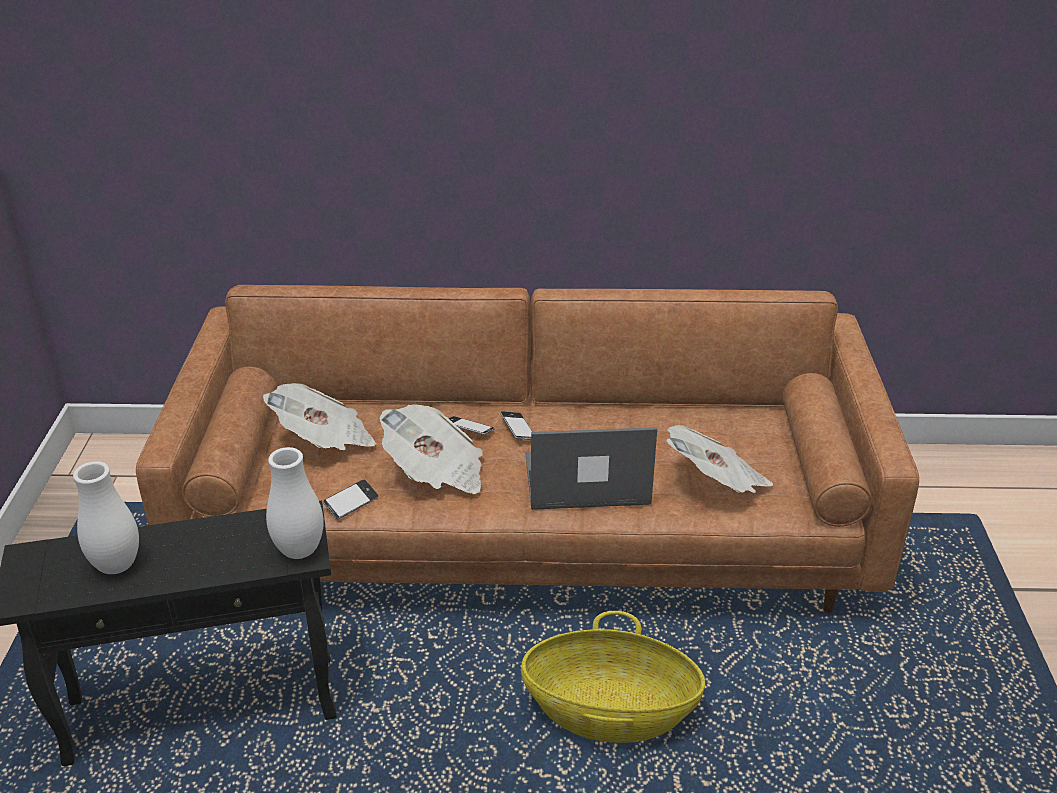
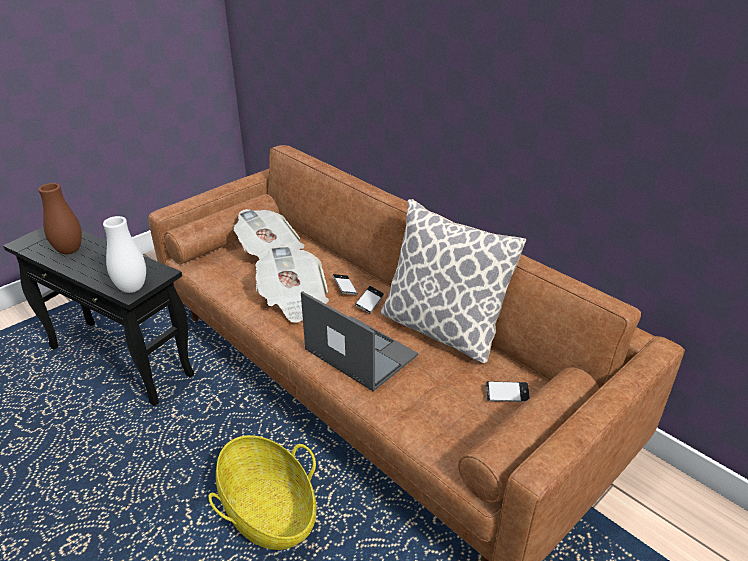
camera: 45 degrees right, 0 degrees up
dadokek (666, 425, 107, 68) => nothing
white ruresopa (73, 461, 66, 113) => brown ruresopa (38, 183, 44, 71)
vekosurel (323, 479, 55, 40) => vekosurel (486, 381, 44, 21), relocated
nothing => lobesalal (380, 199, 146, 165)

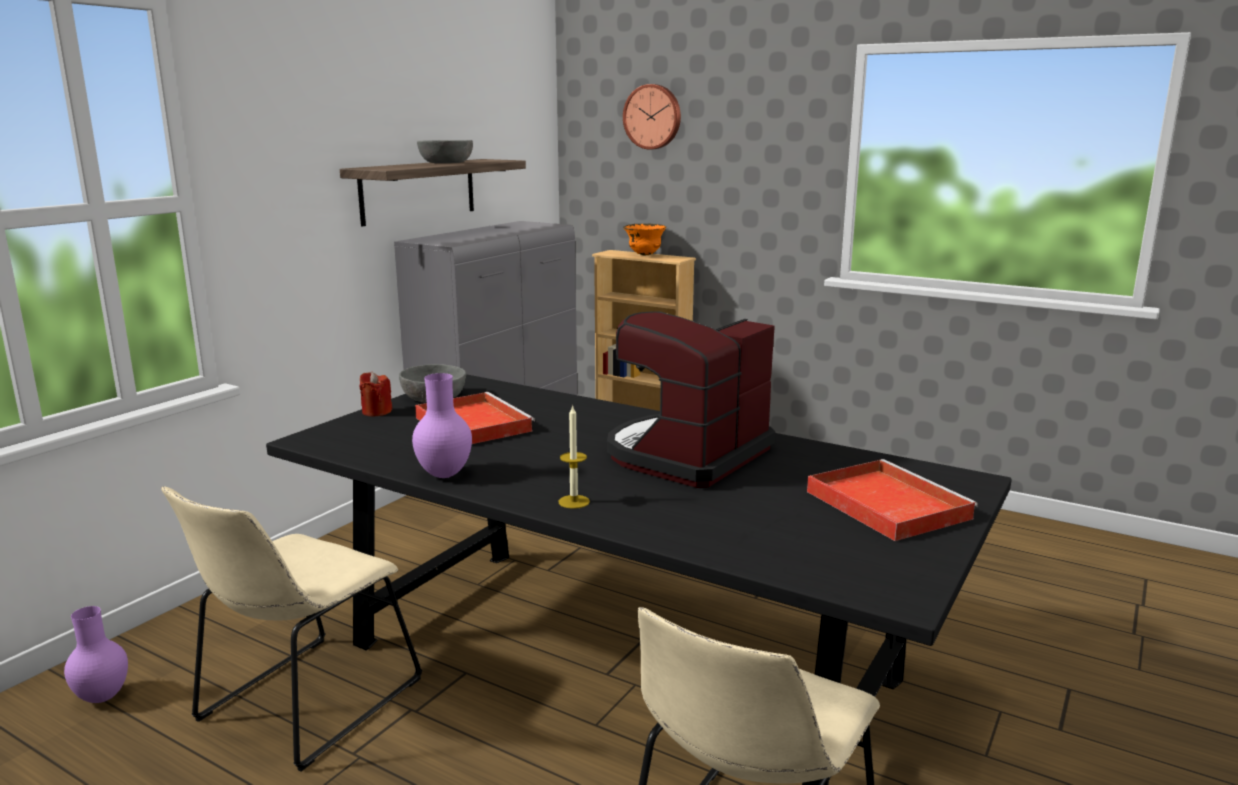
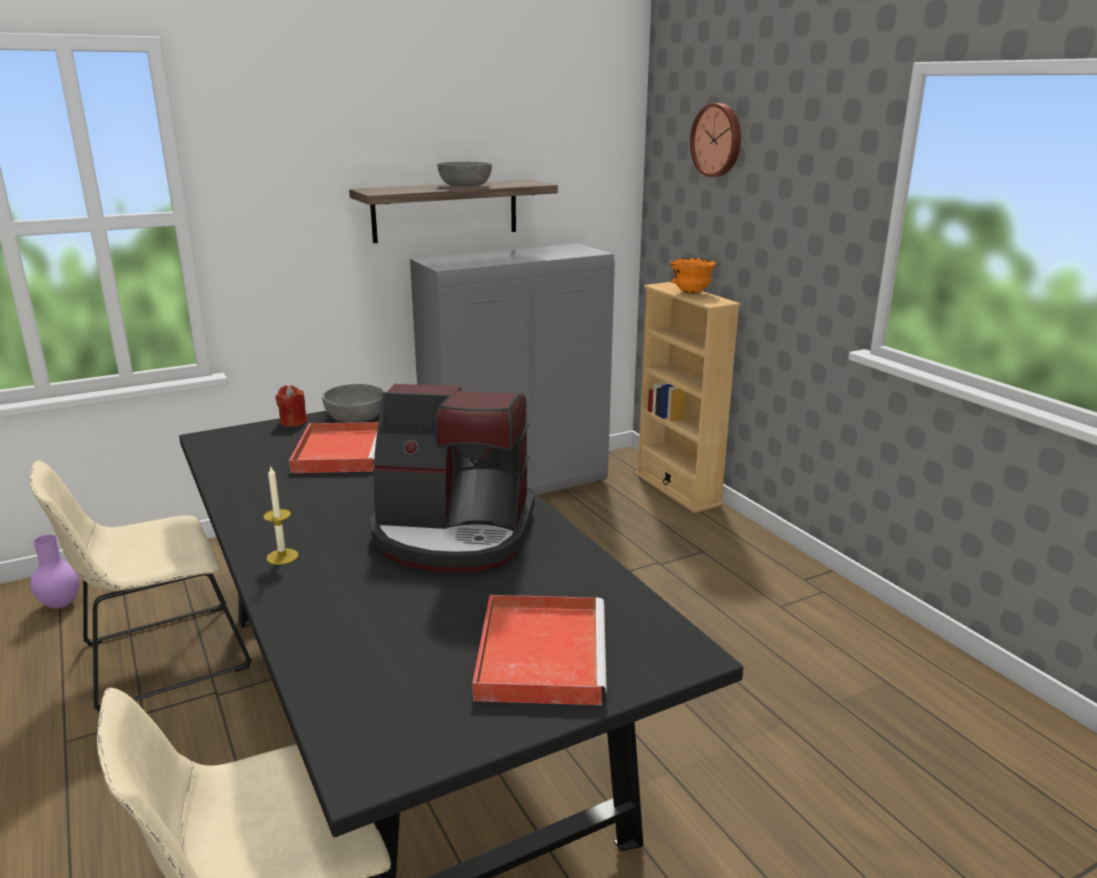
camera: 30 degrees right, 5 degrees up
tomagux (607, 311, 169, 177) => tomagux (370, 384, 164, 189), 150 degrees counterclockwise
purple ruresopa (412, 373, 60, 105) => nothing

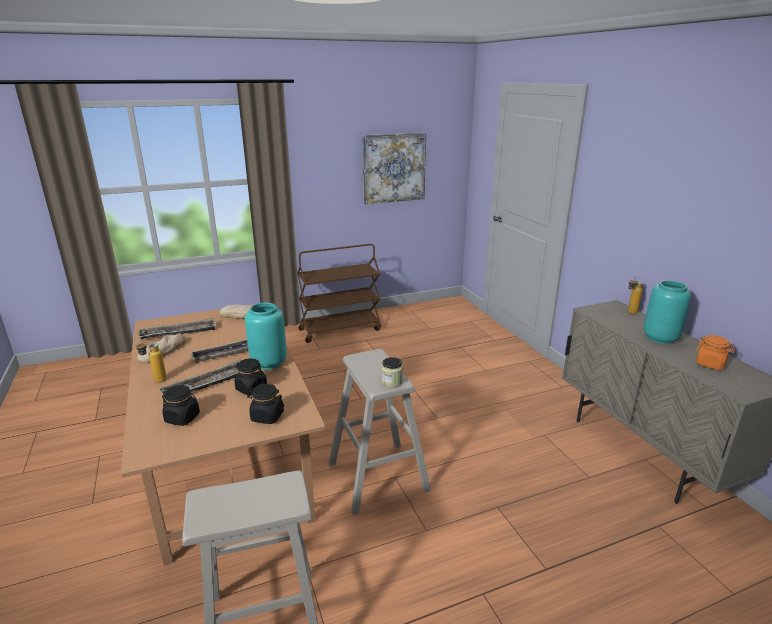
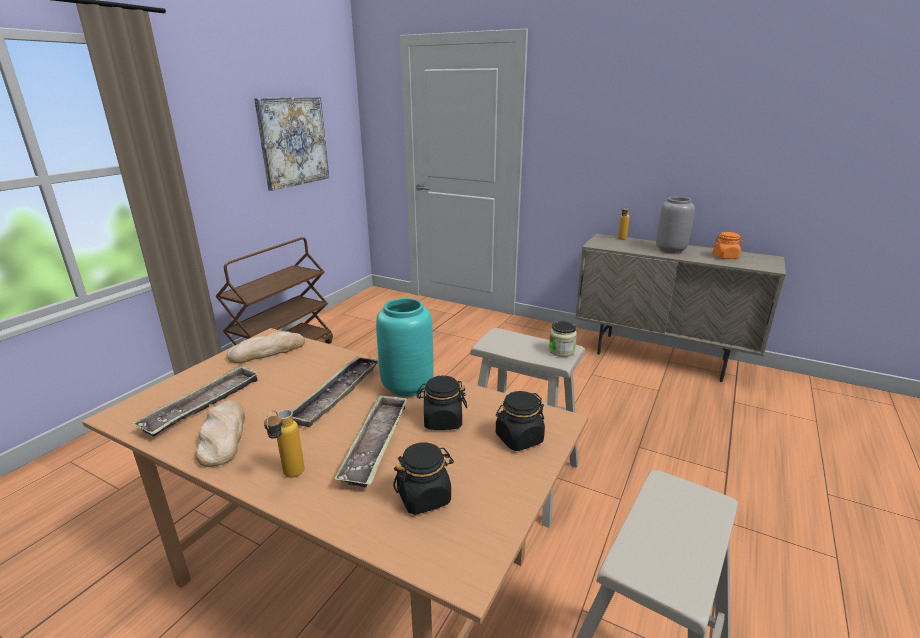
camera: 40 degrees left, 0 degrees up
turquoise ruresopa (644, 280, 47, 64) => grey ruresopa (656, 197, 39, 56)

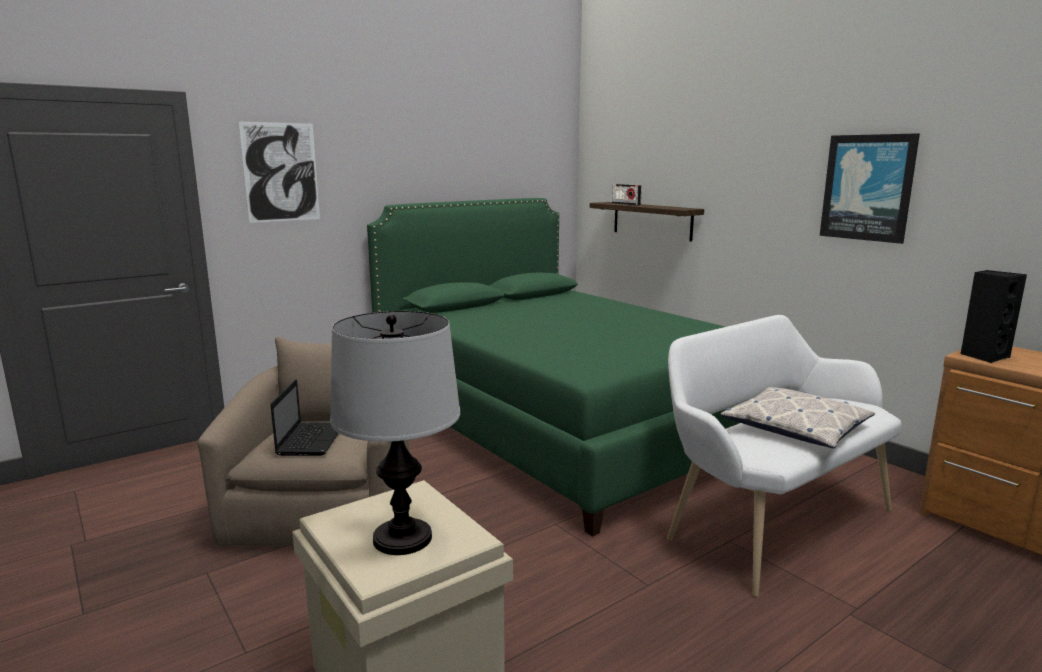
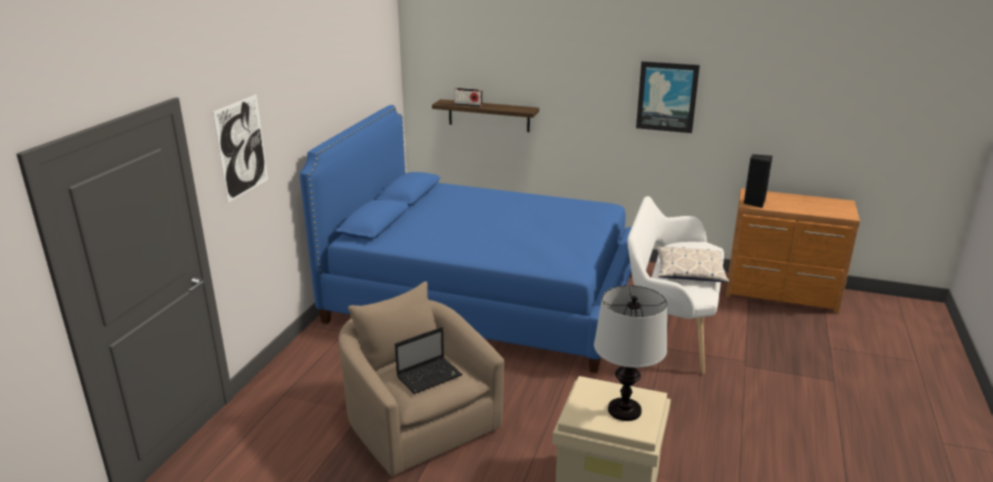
camera: 35 degrees left, 10 degrees up
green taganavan (367, 198, 373, 339) => blue taganavan (300, 105, 332, 268)
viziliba (270, 379, 69, 77) => viziliba (395, 327, 68, 67), 90 degrees clockwise

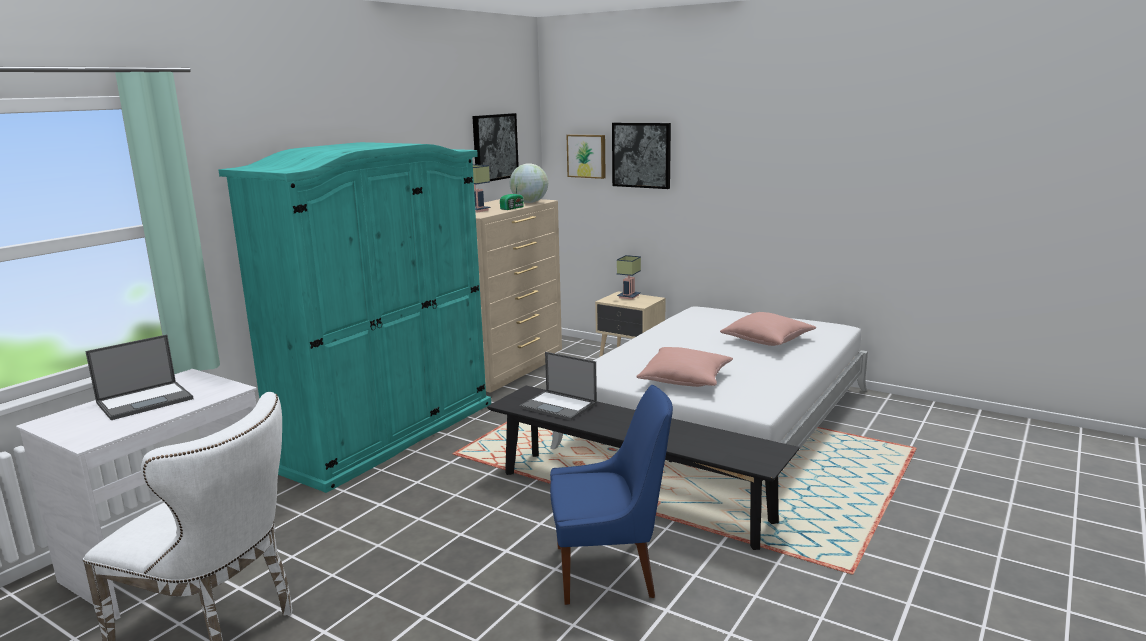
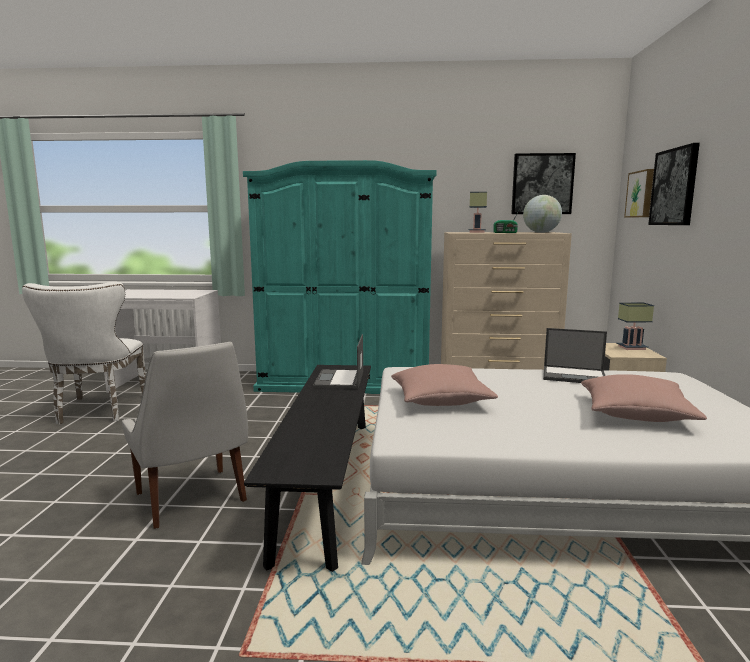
camera: 60 degrees right, 5 degrees down
viziliba (85, 335, 109, 85) => viziliba (543, 328, 64, 55), relocated
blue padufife (550, 385, 123, 220) => white padufife (122, 342, 126, 187)

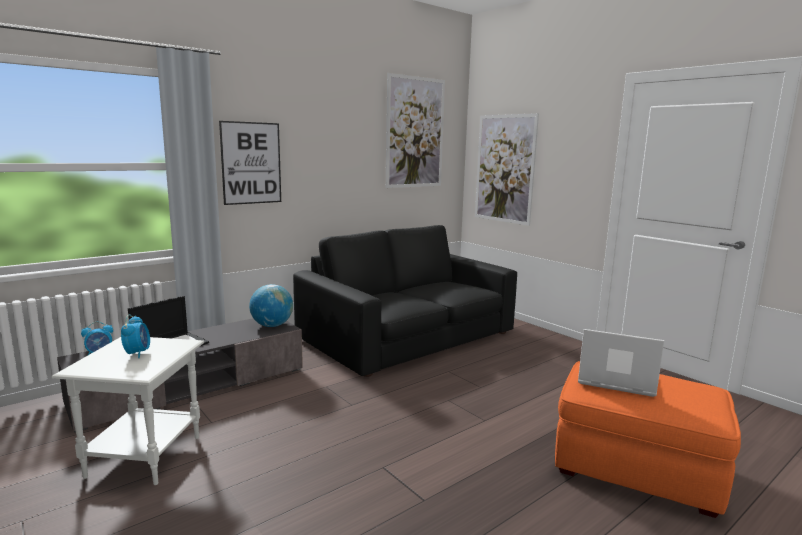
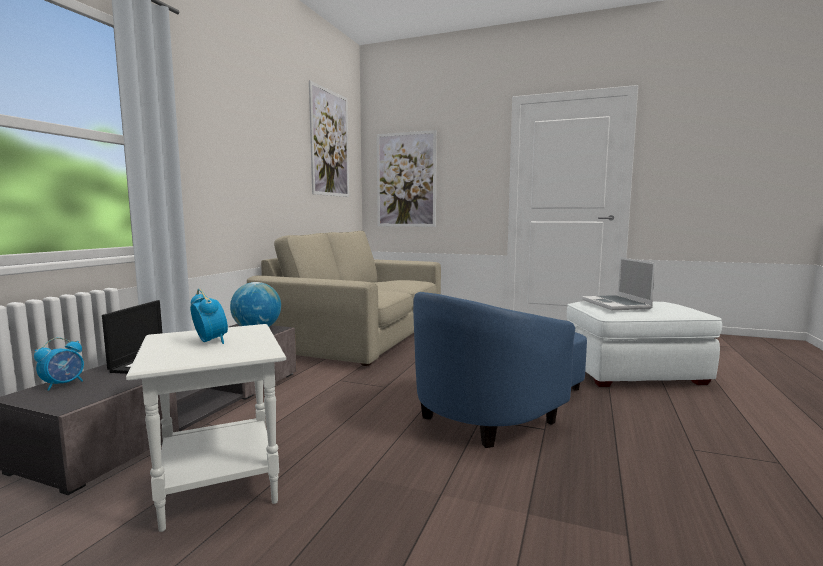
camera: 30 degrees left, 5 degrees down
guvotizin (219, 121, 62, 84) => nothing
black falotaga (293, 225, 224, 152) => beige falotaga (247, 231, 194, 135)
viziliba (578, 329, 87, 68) => viziliba (582, 257, 74, 53), 90 degrees counterclockwise
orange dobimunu (555, 361, 186, 157) => white dobimunu (567, 301, 155, 86)
nothing => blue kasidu (413, 292, 174, 156)

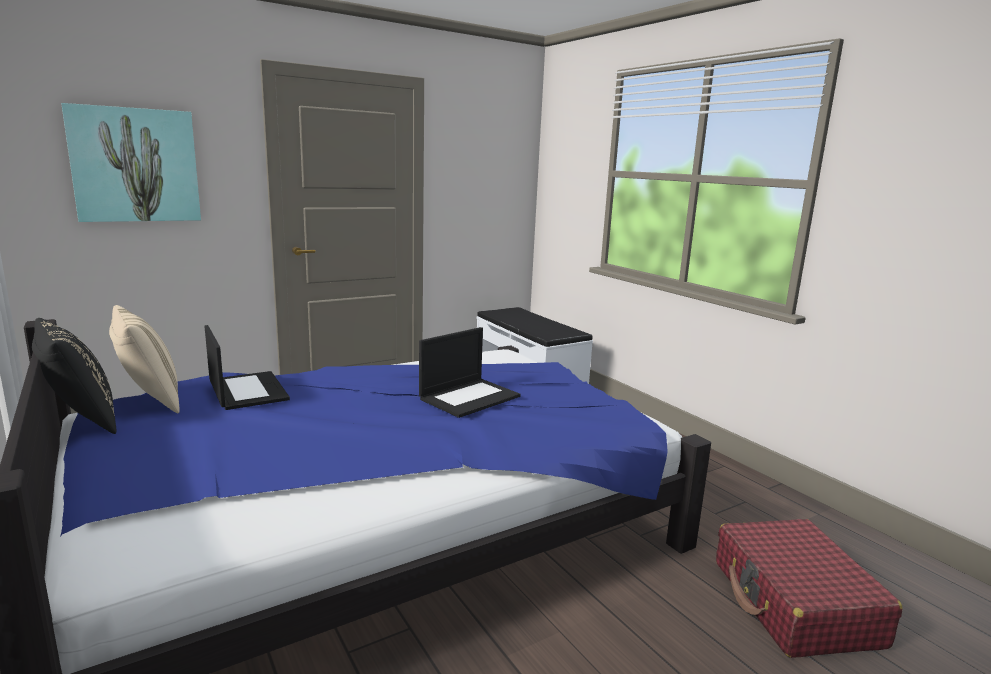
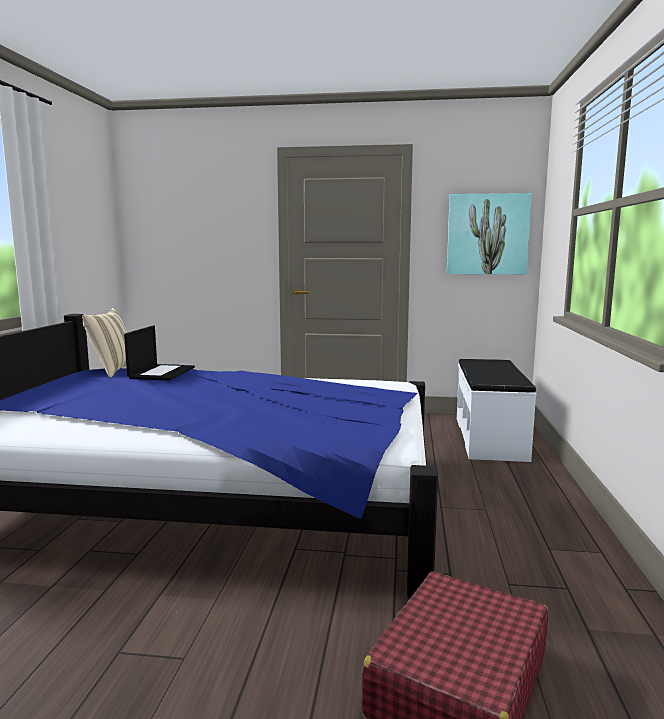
camera: 40 degrees right, 5 degrees down
guvotizin (61, 103, 140, 119) => guvotizin (447, 193, 85, 81), relocated
black lobesalal (32, 318, 84, 116) => nothing
viziliba (419, 327, 101, 91) => nothing

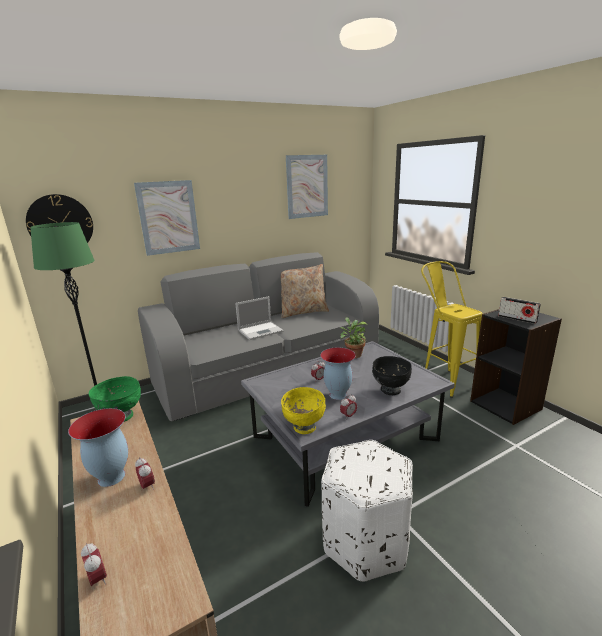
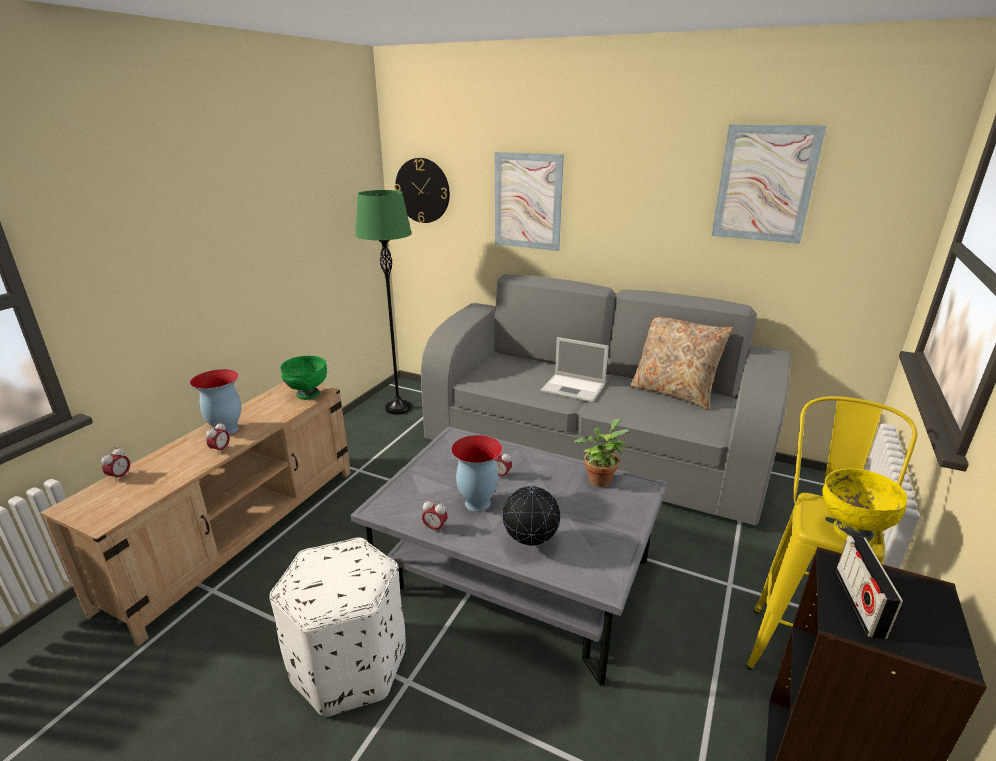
camera: 55 degrees right, 5 degrees up
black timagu (372, 356, 40, 39) => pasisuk (502, 485, 58, 61)
yellow timagu (281, 387, 45, 47) => yellow timagu (822, 469, 85, 74), relocated

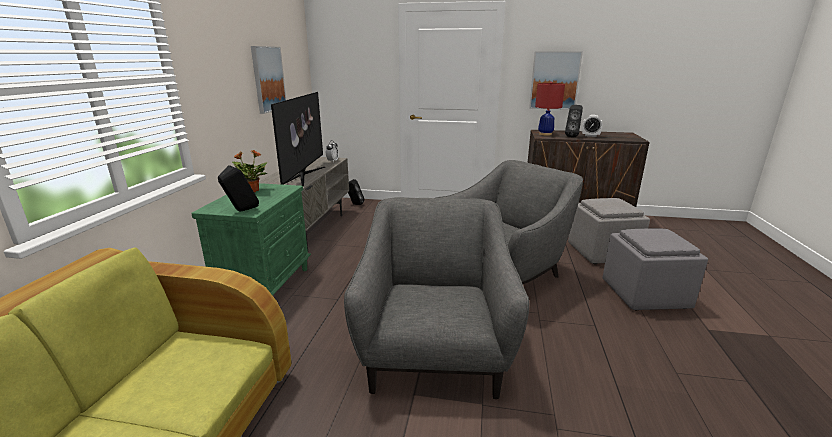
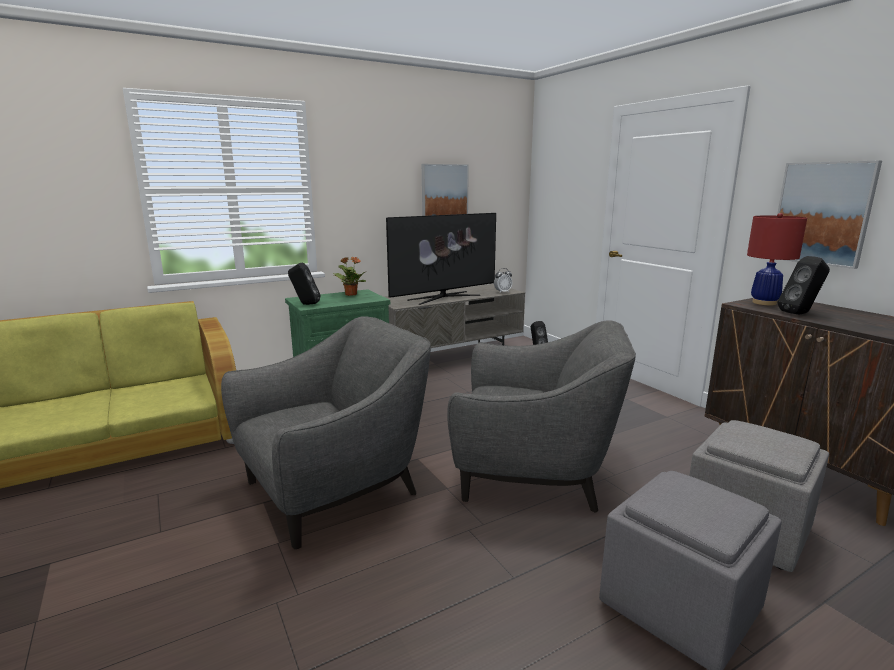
camera: 50 degrees right, 5 degrees down
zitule (582, 115, 21, 22) => nothing

